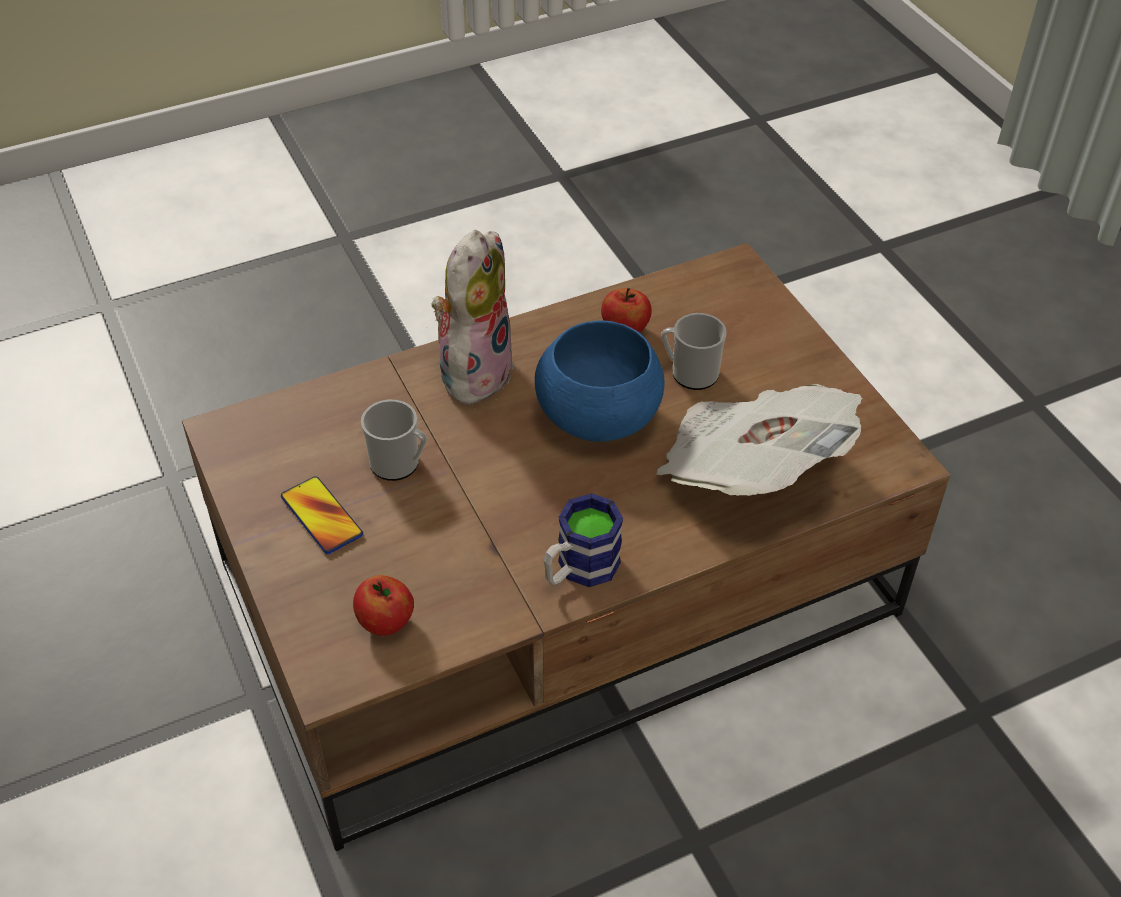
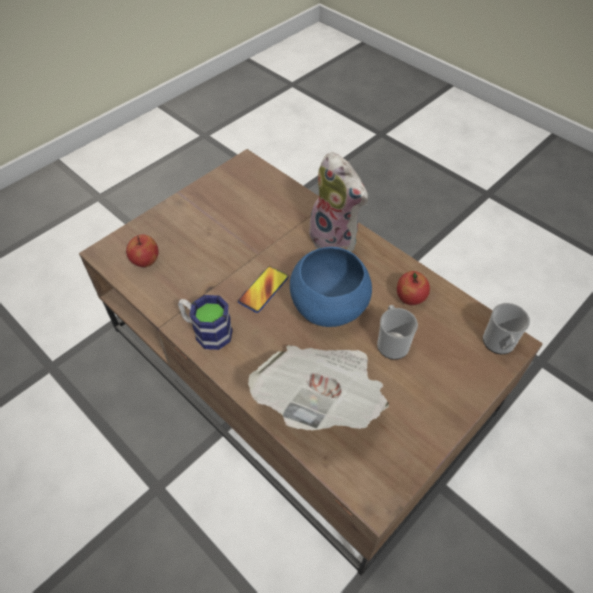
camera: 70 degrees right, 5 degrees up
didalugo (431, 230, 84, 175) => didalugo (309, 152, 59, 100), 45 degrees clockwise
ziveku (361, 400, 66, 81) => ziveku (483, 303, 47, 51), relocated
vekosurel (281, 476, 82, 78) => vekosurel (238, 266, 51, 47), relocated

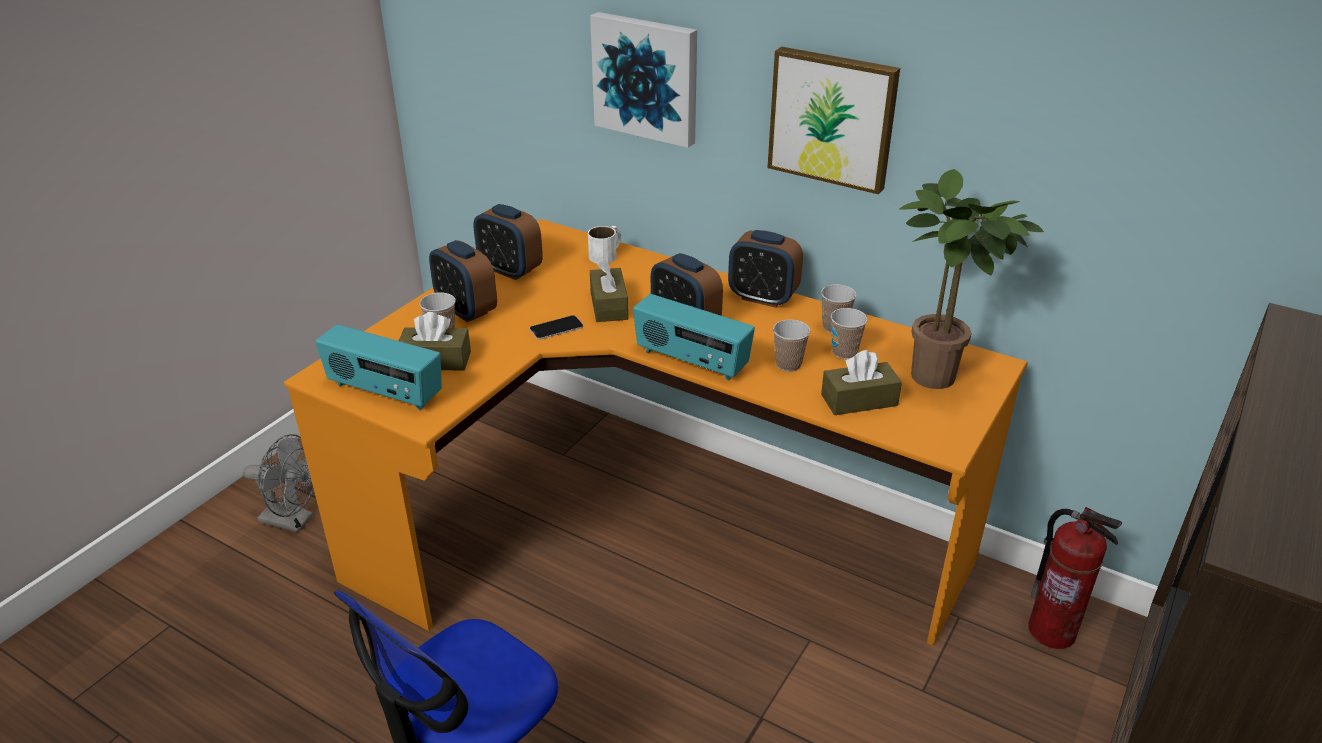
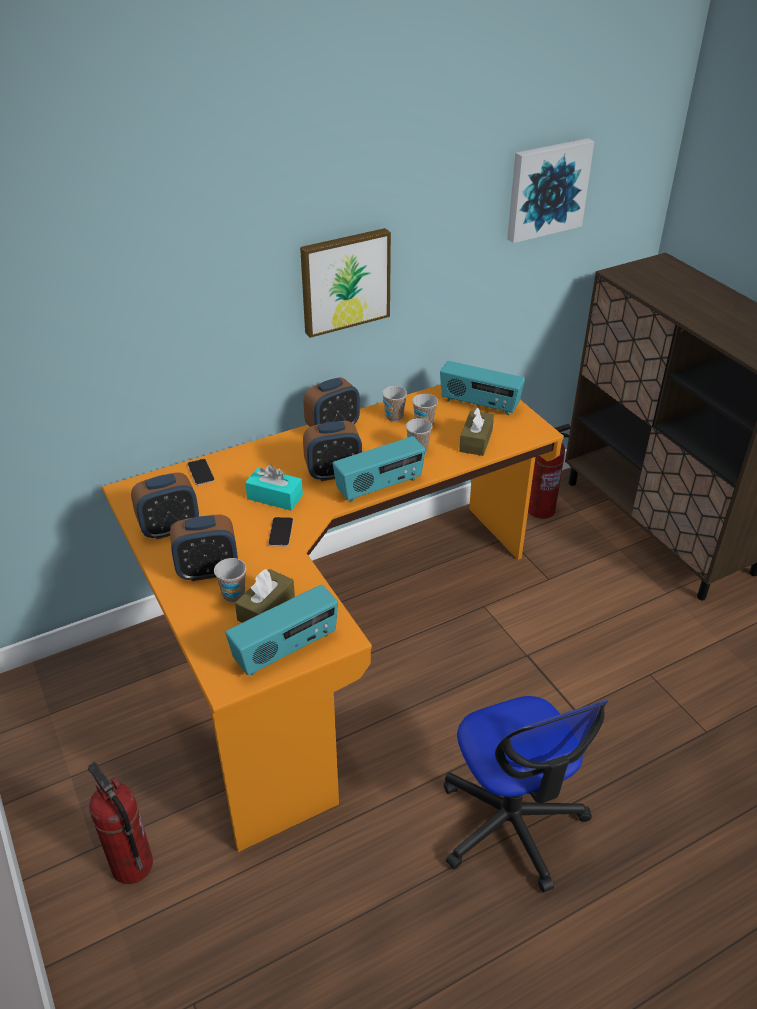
camera: 60 degrees left, 5 degrees up
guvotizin (590, 12, 107, 136) => guvotizin (507, 138, 87, 105), relocated
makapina (899, 169, 145, 220) => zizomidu (440, 361, 85, 54)
white ziveku (588, 226, 33, 38) => vekosurel (187, 459, 28, 26)
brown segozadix (590, 260, 38, 62) => turquoise segozadix (245, 465, 58, 46)
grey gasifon (243, 434, 71, 98) => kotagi (88, 762, 65, 122)

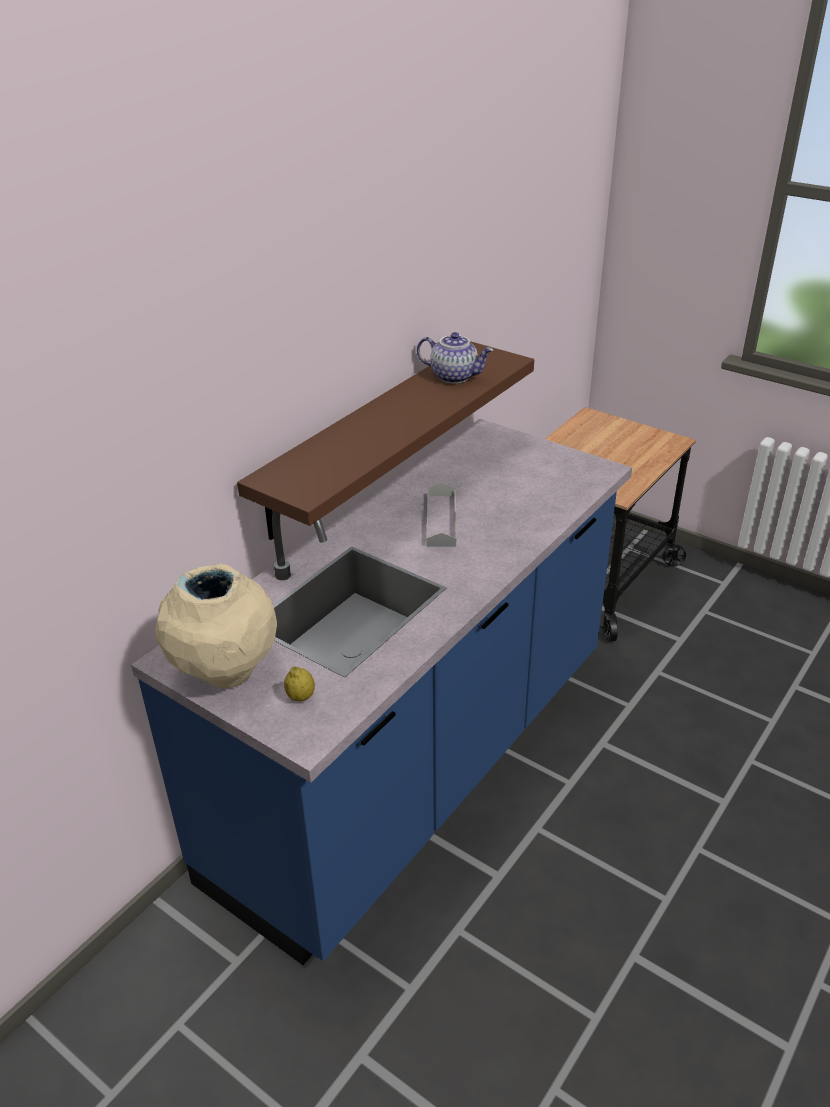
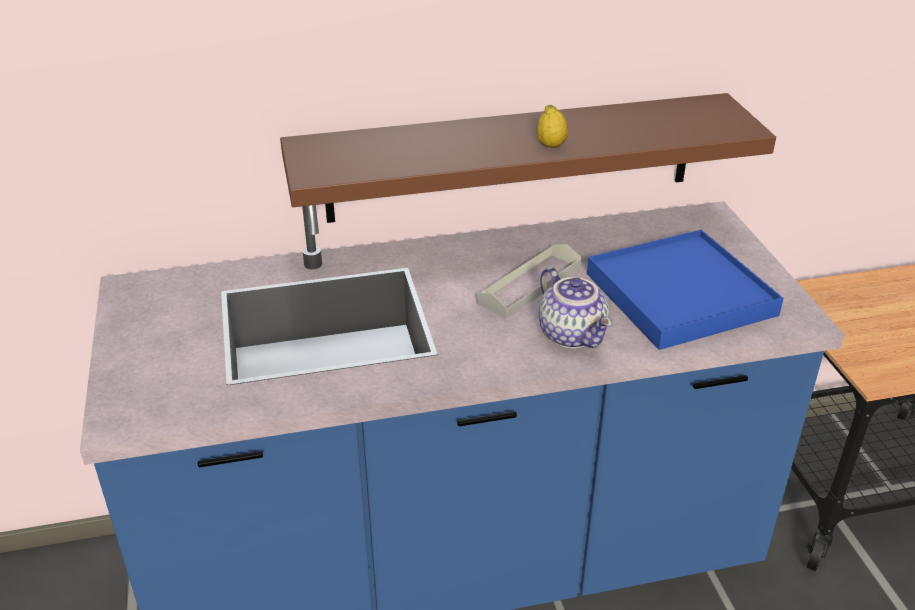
camera: 40 degrees right, 0 degrees up
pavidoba (417, 332, 77, 52) => pavidoba (539, 267, 74, 82), relocated
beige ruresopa (156, 564, 121, 124) => nothing
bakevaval (284, 666, 31, 35) => bakevaval (536, 105, 32, 43), relocated
nothing => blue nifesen (587, 230, 197, 120)

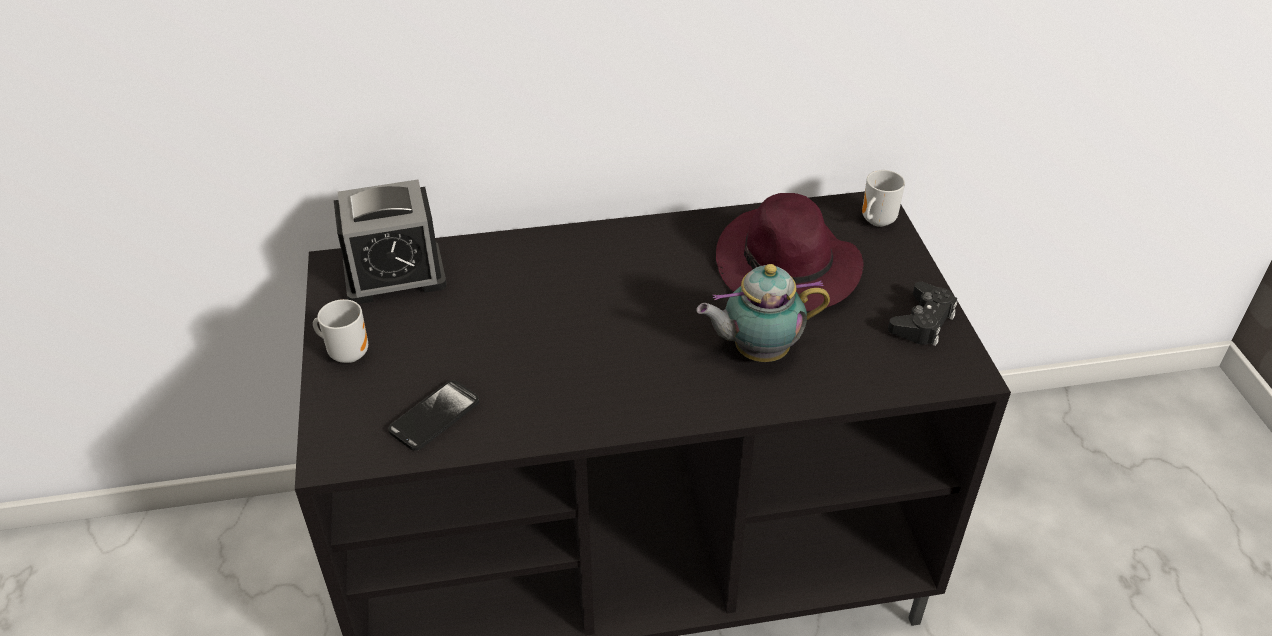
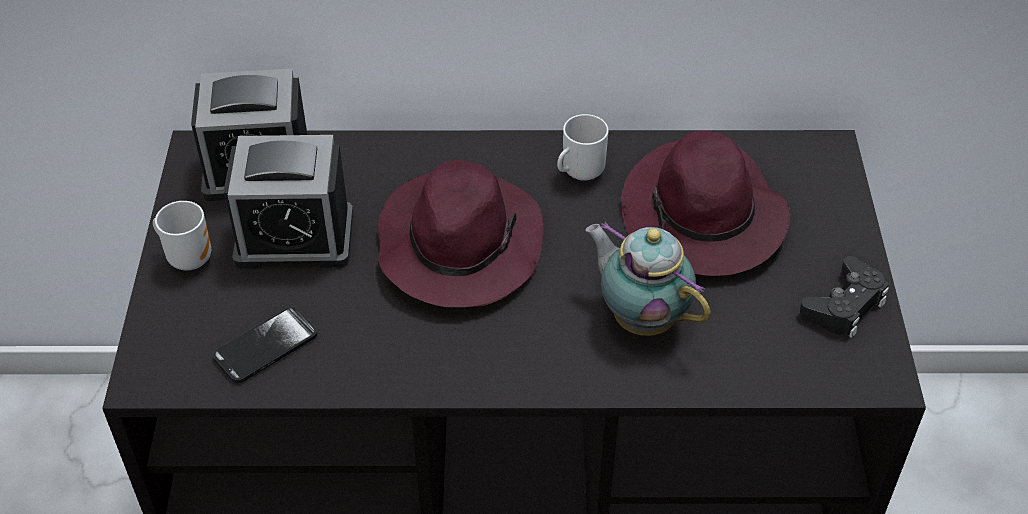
camera: 10 degrees right, 5 degrees up
ziveku (862, 170, 43, 57) => ziveku (557, 114, 52, 67), relocated
pavidoba (696, 264, 134, 98) => pavidoba (585, 222, 126, 114), 45 degrees clockwise
nothing => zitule (224, 135, 129, 134)
nothing => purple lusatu (378, 160, 165, 147)

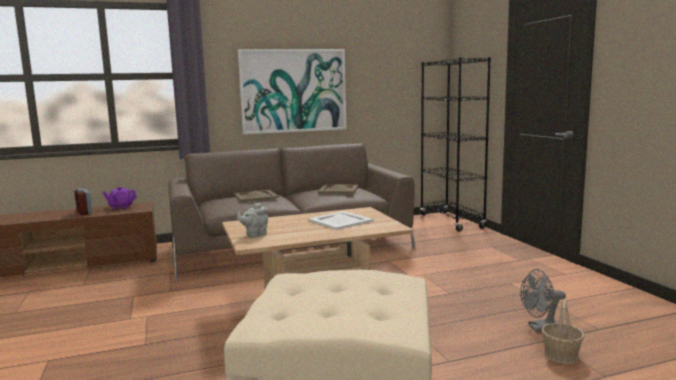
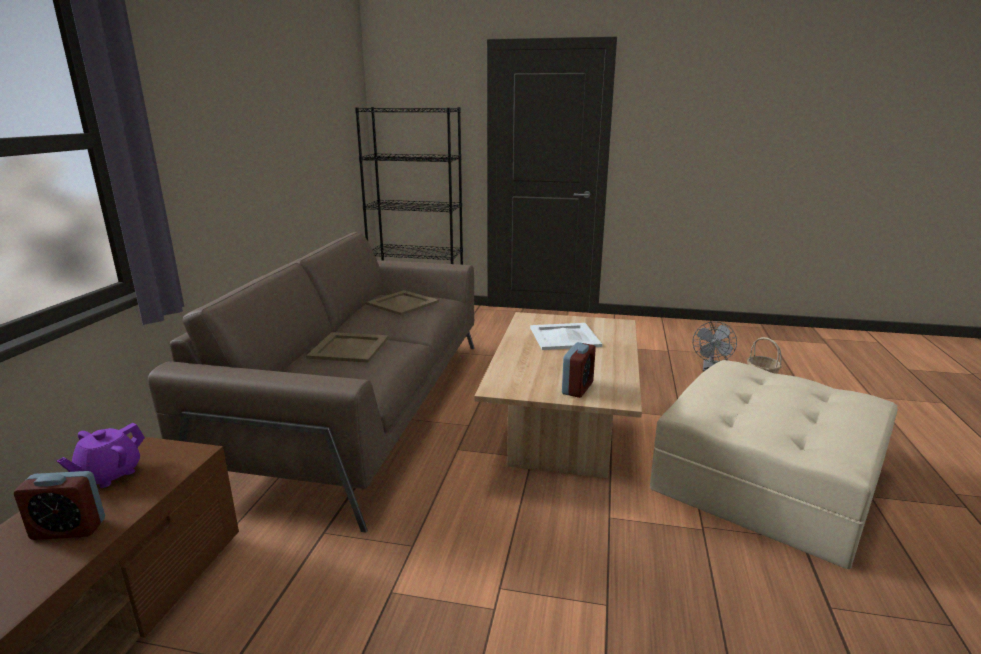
camera: 60 degrees left, 10 degrees up
guvotizin (238, 49, 108, 85) => nothing
grey pavidoba (237, 203, 31, 34) => zitule (562, 342, 34, 56)

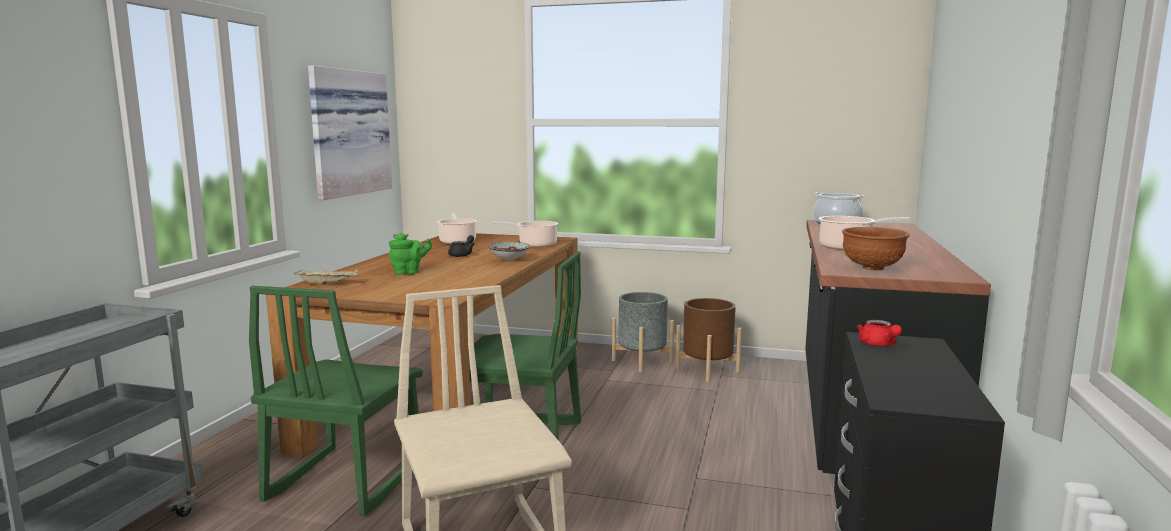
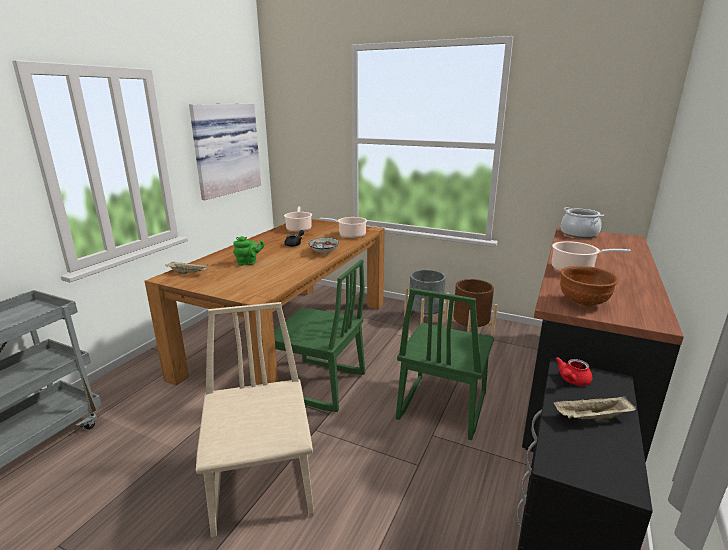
camera: 10 degrees right, 10 degrees up
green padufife (249, 286, 174, 230) => green padufife (396, 288, 98, 152), relocated
red pavidoba (857, 320, 45, 27) => red pavidoba (555, 357, 38, 29), 45 degrees clockwise
nothing => beige nifesen (554, 396, 82, 25)

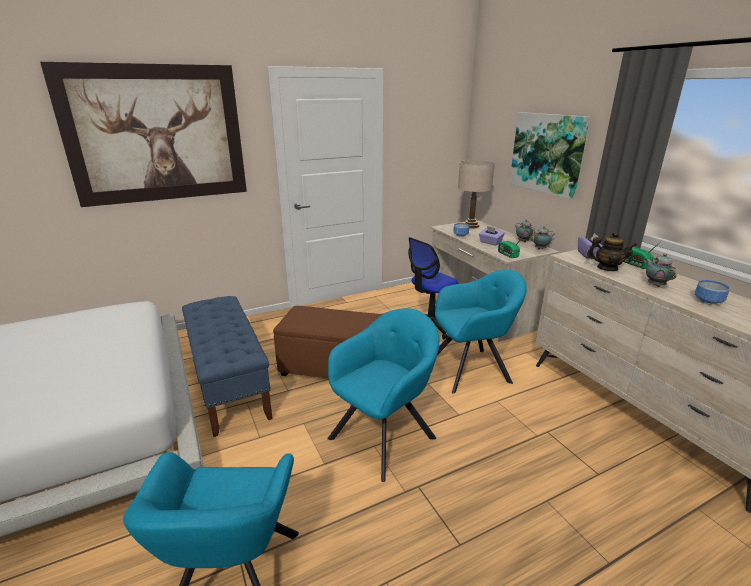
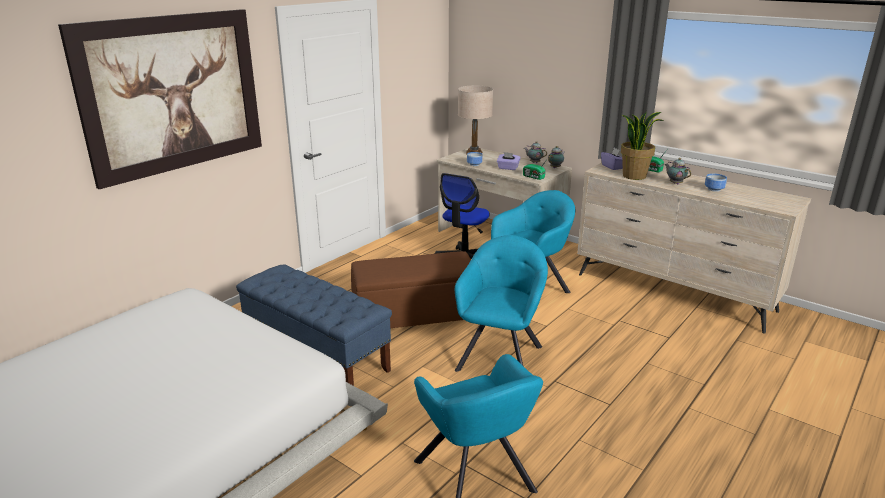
camera: 25 degrees left, 0 degrees up
guvotizin (509, 112, 81, 87) => nothing
pavidoba (587, 231, 50, 40) => makapina (621, 112, 42, 68)

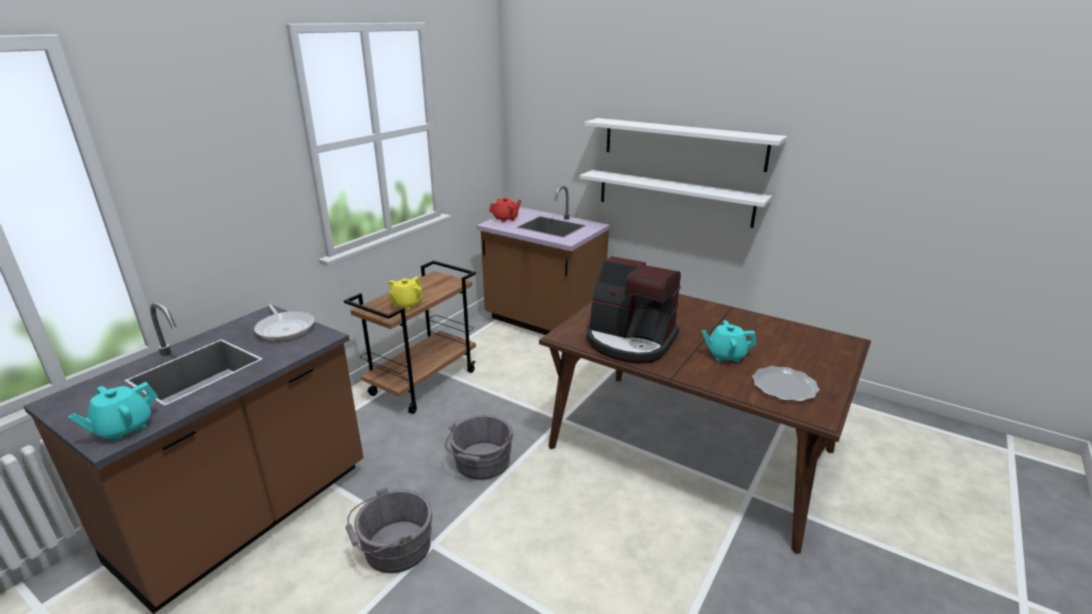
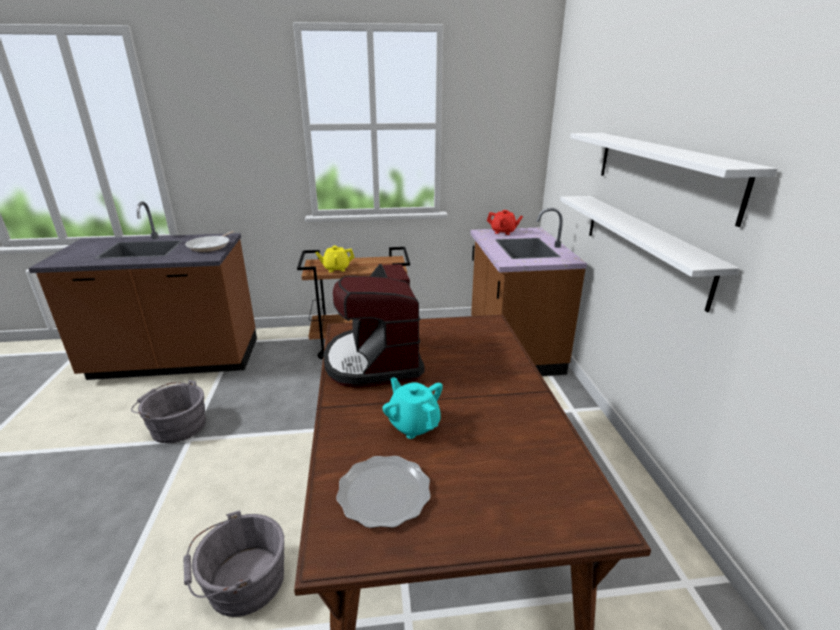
camera: 50 degrees right, 0 degrees up
turquoise pavidoba (68, 382, 90, 60) => nothing
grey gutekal (445, 415, 68, 65) => grey gutekal (183, 510, 101, 107), relocated

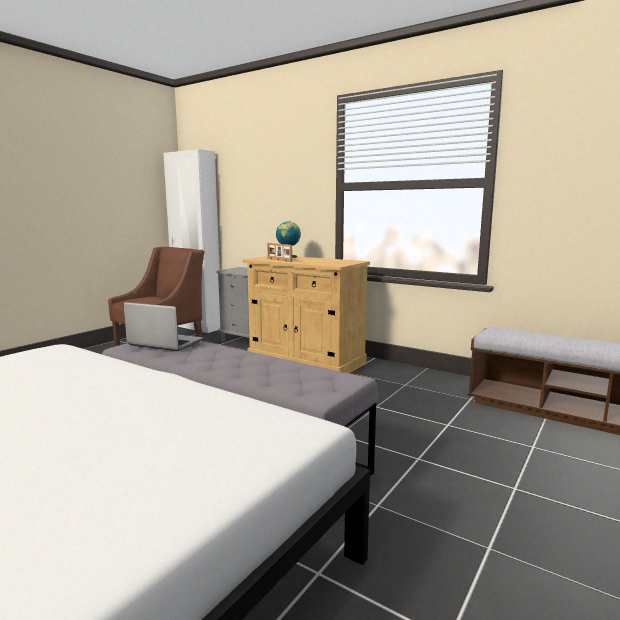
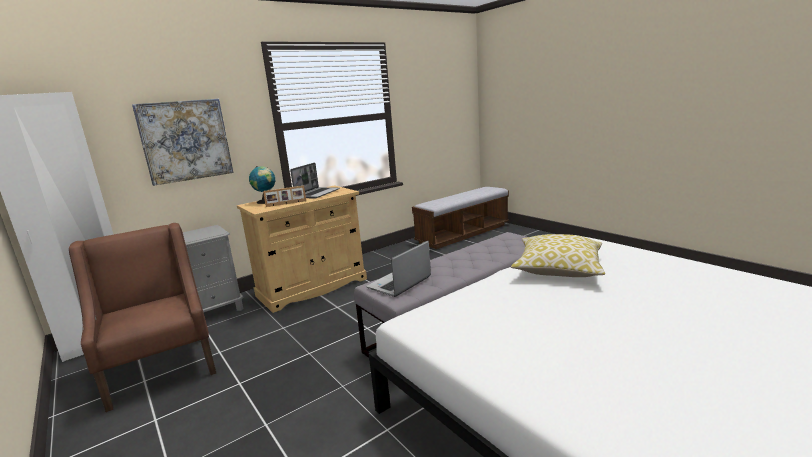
camera: 70 degrees left, 5 degrees up
nothing => guvotizin (132, 99, 101, 87)
nothing => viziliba (290, 162, 50, 36)
nothing => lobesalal (511, 234, 94, 43)

